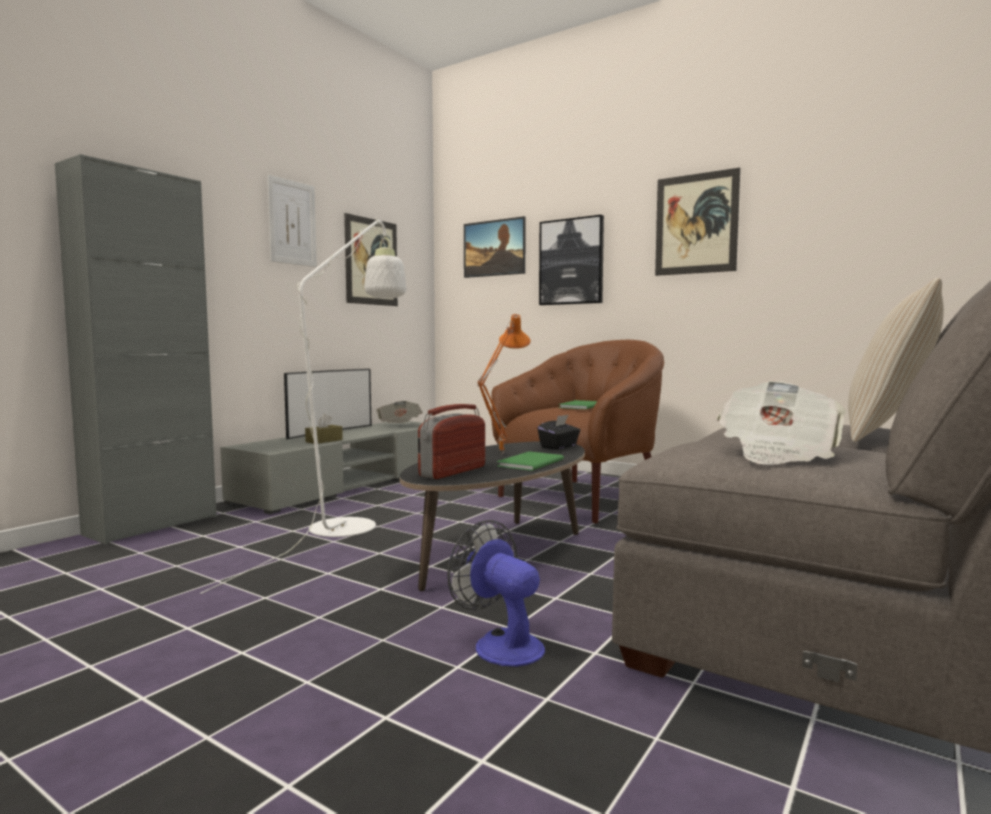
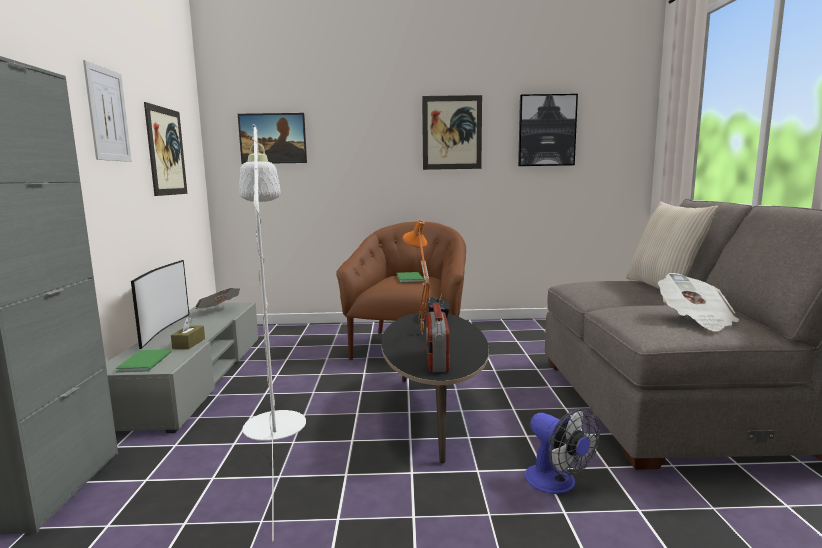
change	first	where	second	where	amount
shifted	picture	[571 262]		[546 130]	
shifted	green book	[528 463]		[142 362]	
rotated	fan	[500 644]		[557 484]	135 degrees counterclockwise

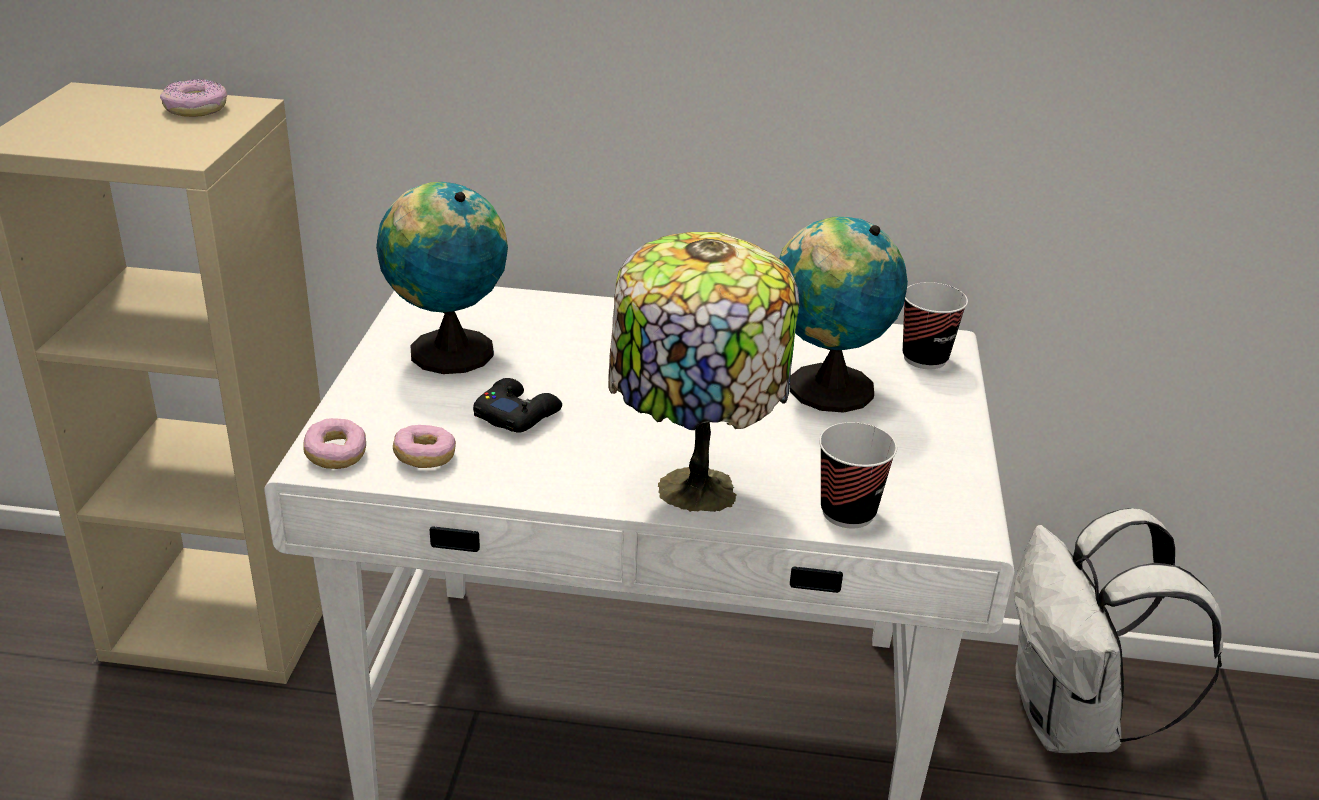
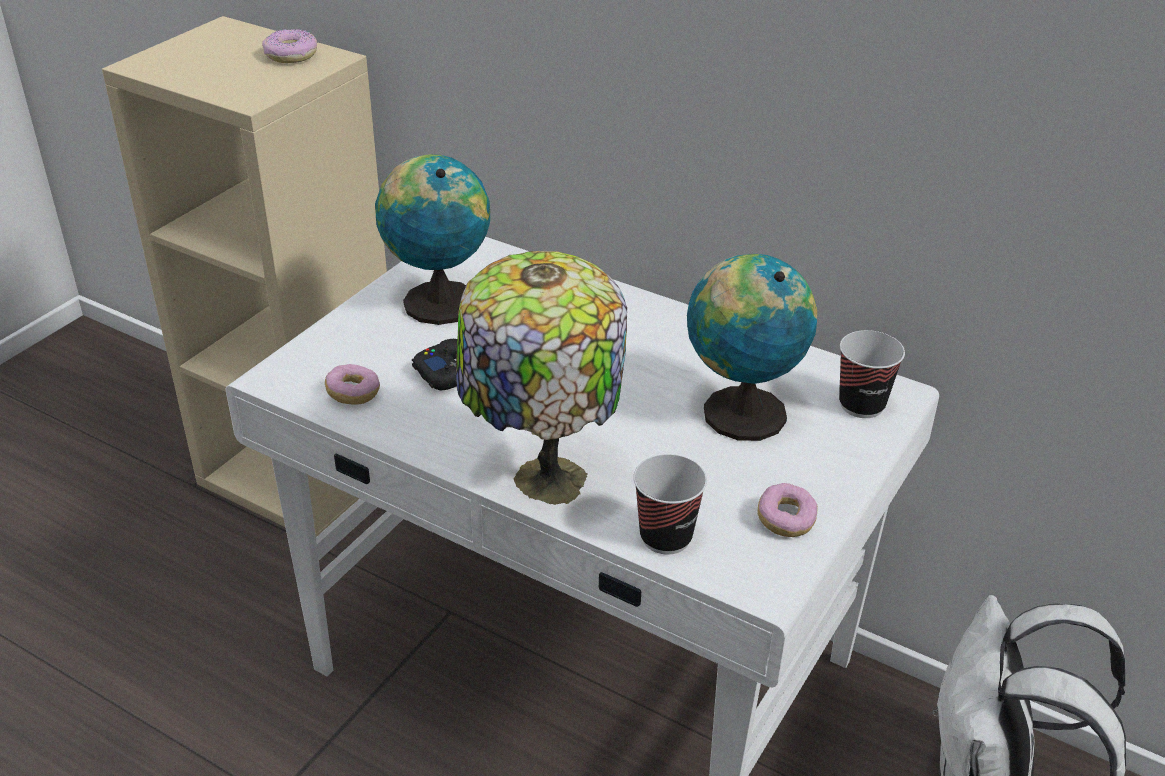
change	first	where	second	where	amount
shifted	donut	[336 455]		[785 520]	

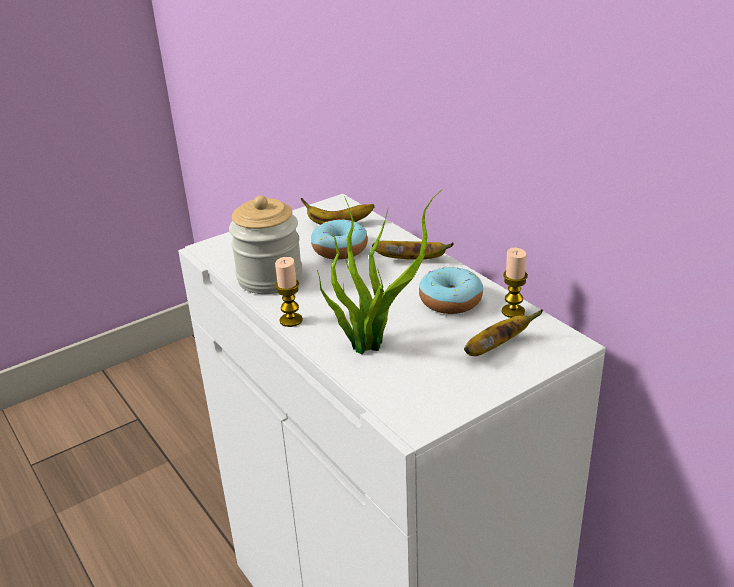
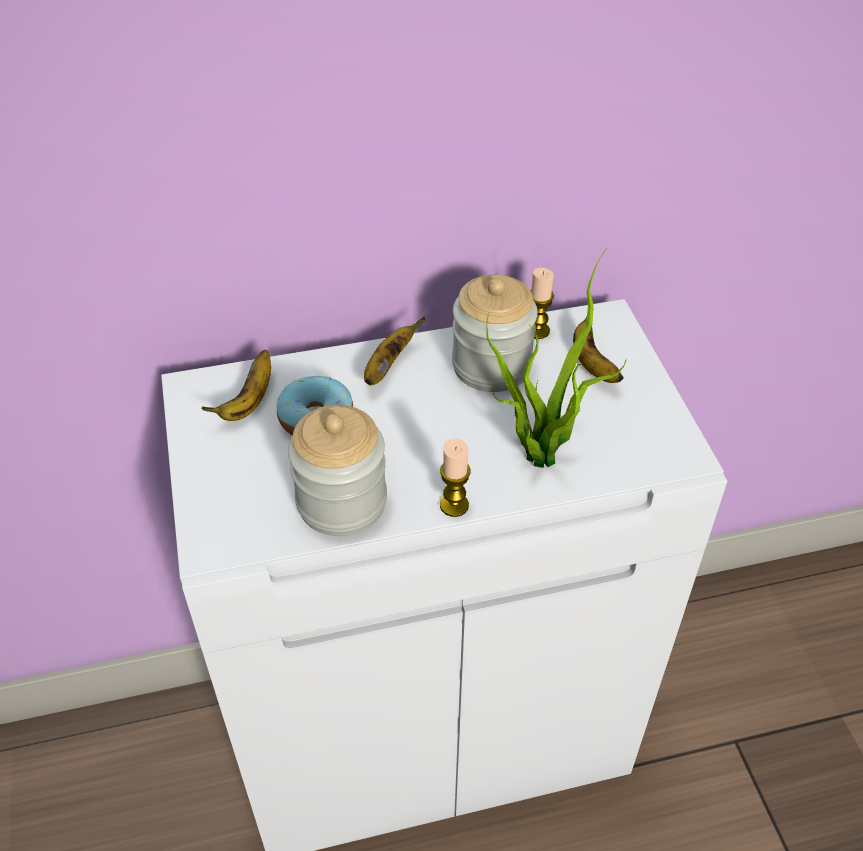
change	first	where	second	where	amount
swapped	donut	[450 301]	jar	[491 366]	

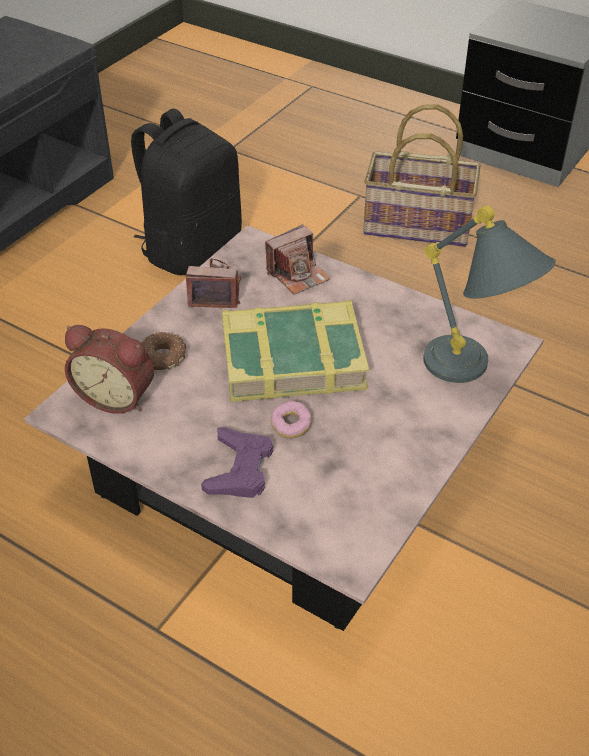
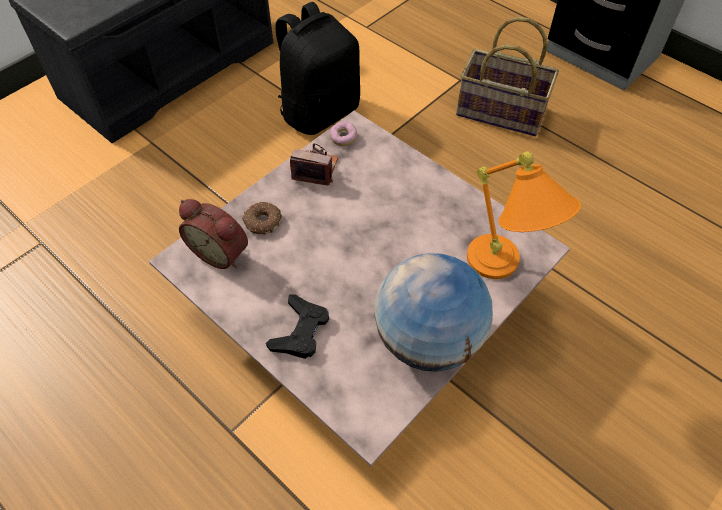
change	first	where	second	where	amount
repainted	grey table lamp	[473 373]	orange table lamp	[505 271]	
gone	photo camera	[298 274]			
gone	book	[292 358]			
shifted	donut	[291 426]		[343 138]	
repainted	purple game controller	[239 469]	black game controller	[300 331]	
new			globe	[428 340]	

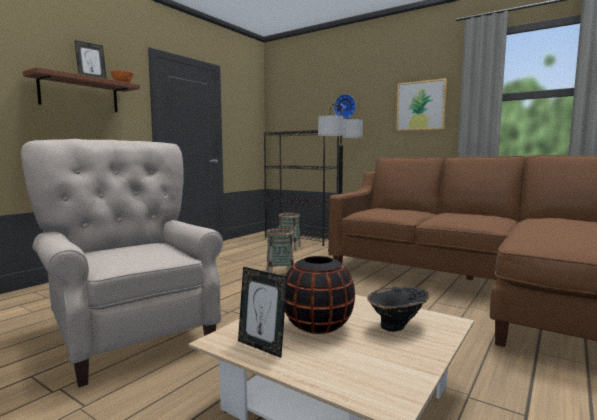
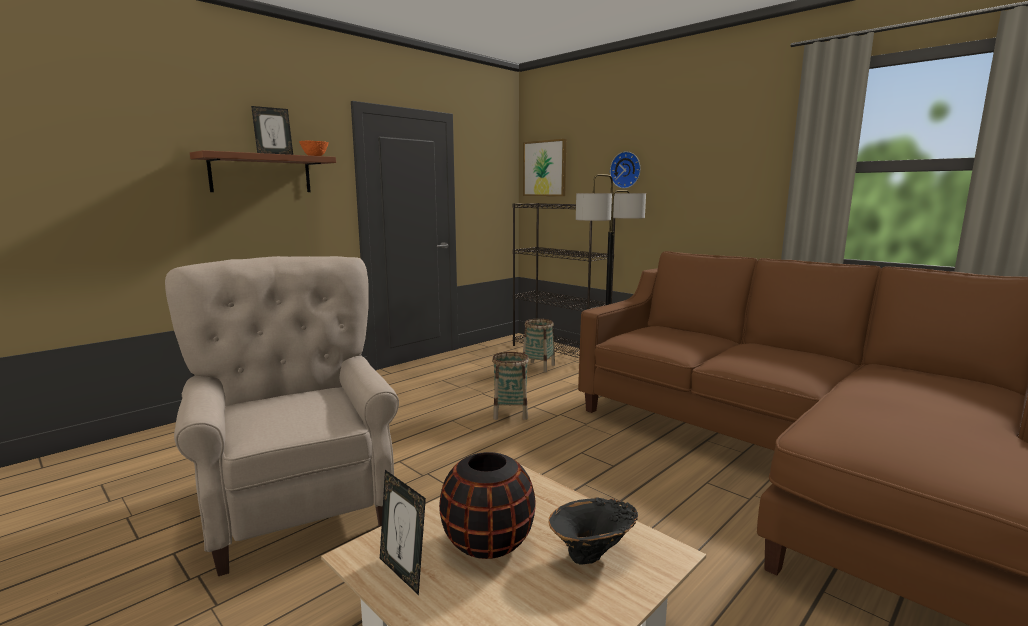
change	first	where	second	where	amount
shifted	picture	[421 106]		[545 168]	

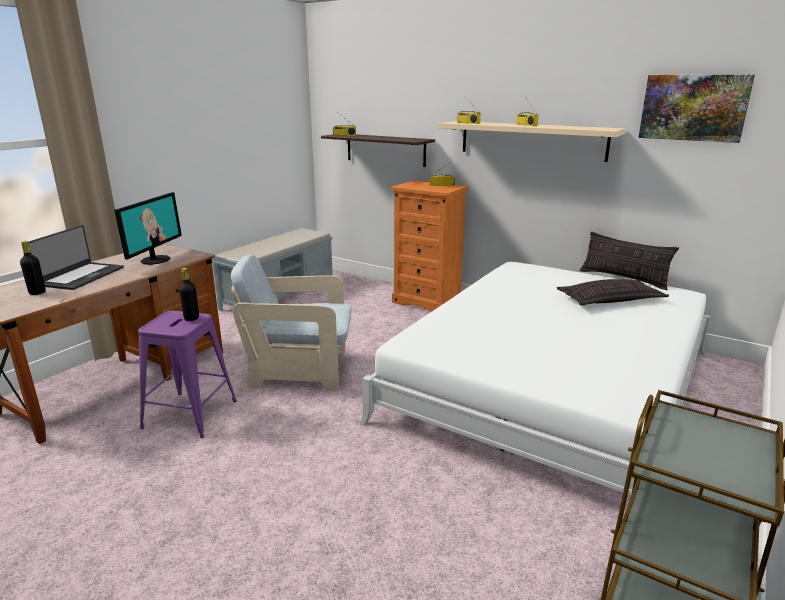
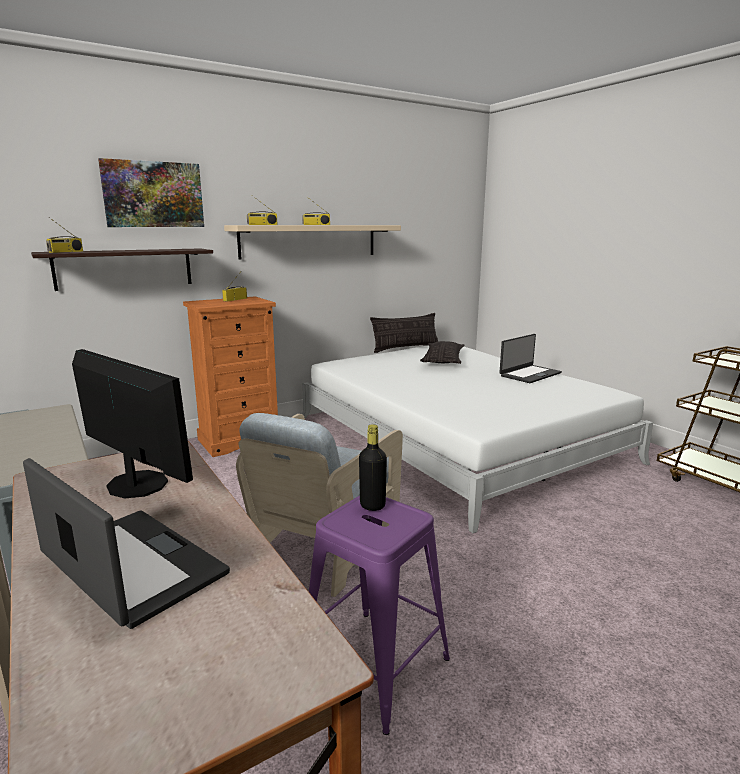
change	first	where	second	where	amount
shifted	picture	[693 107]		[153 194]	
gone	black bottle	[37 292]			
new			laptop	[529 374]	

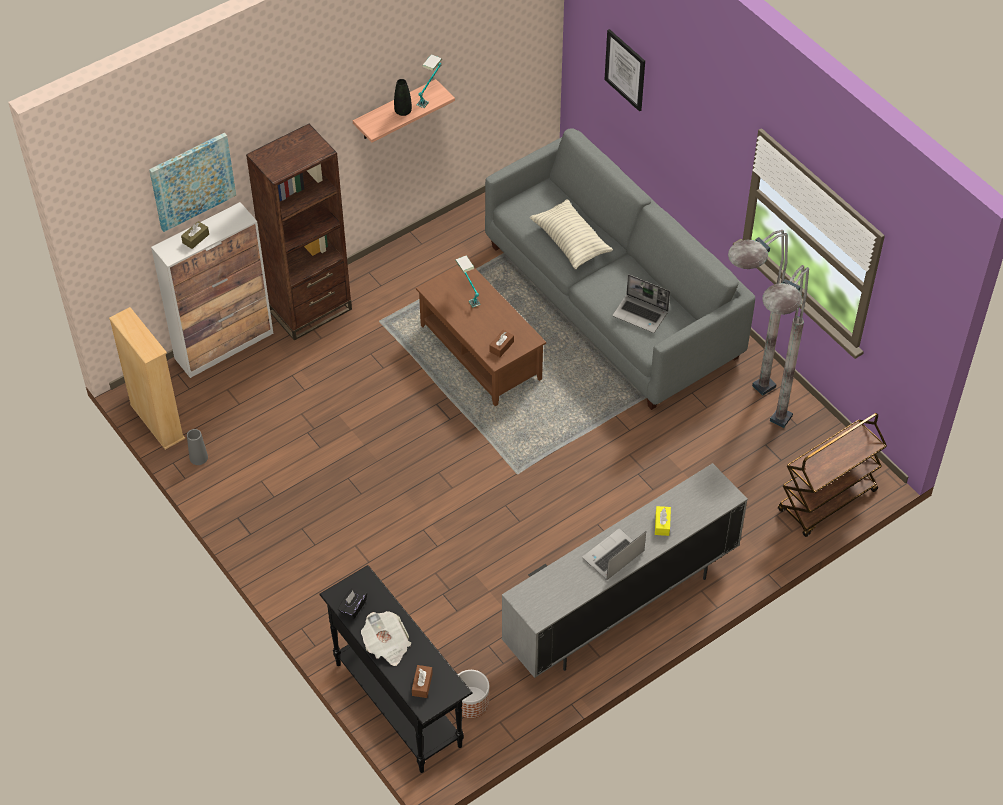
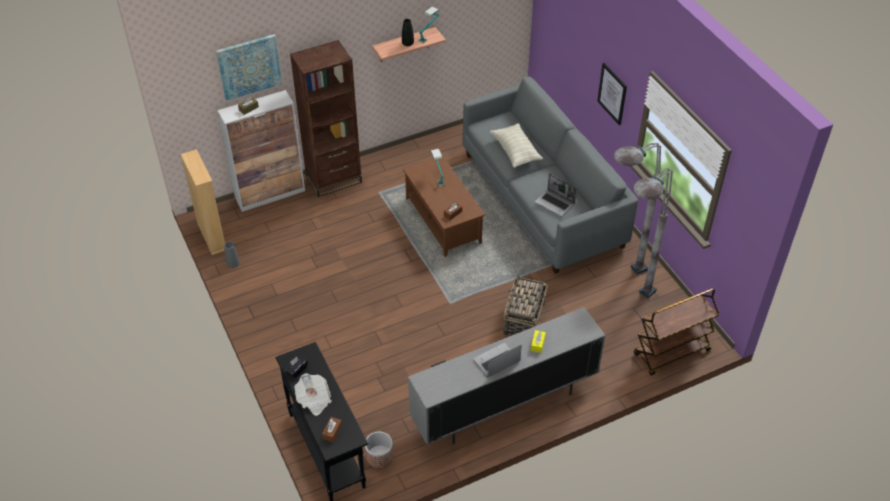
change	first	where	second	where	amount
shifted	picture	[625 69]		[612 93]	
new			basket	[523 319]	

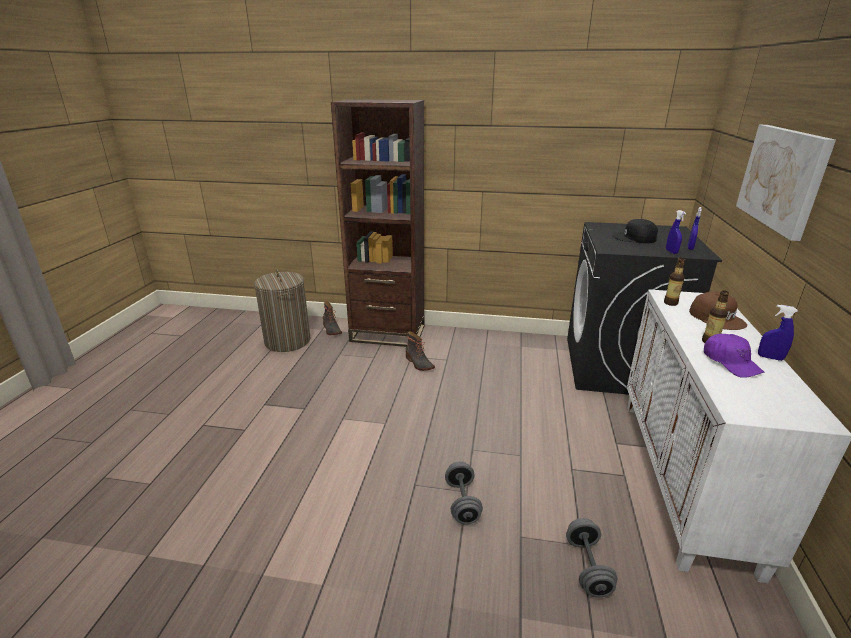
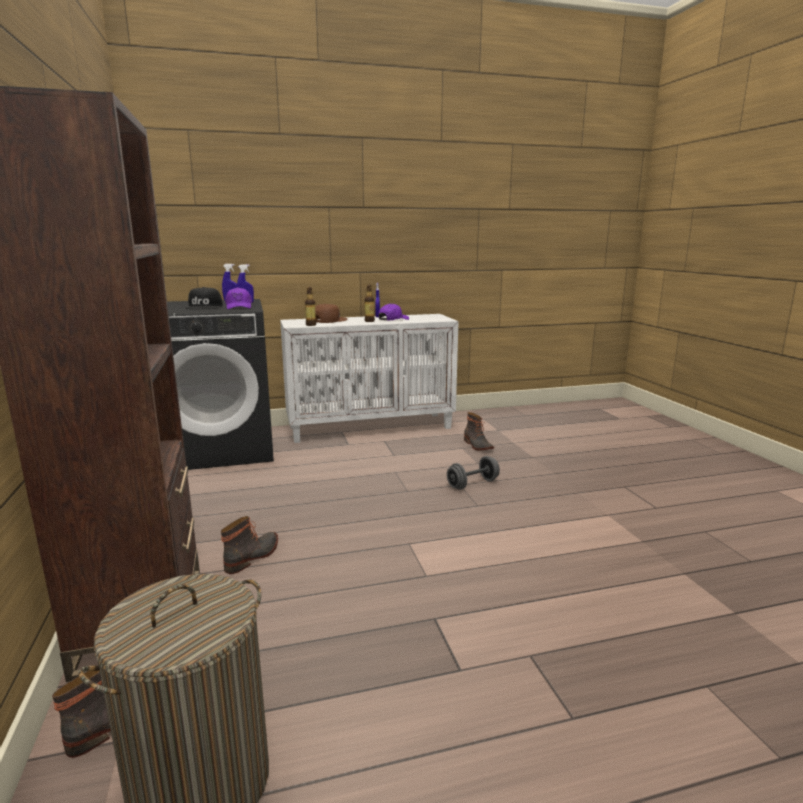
change	first	where	second	where	amount
gone	picture	[782 178]			
swapped	grey dumbbell	[587 567]	boot	[477 445]	
new			purple cap	[239 307]	

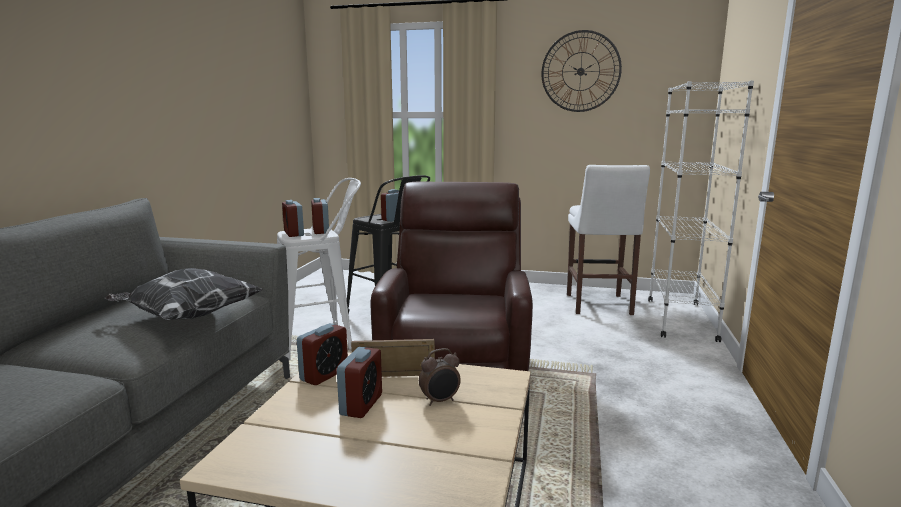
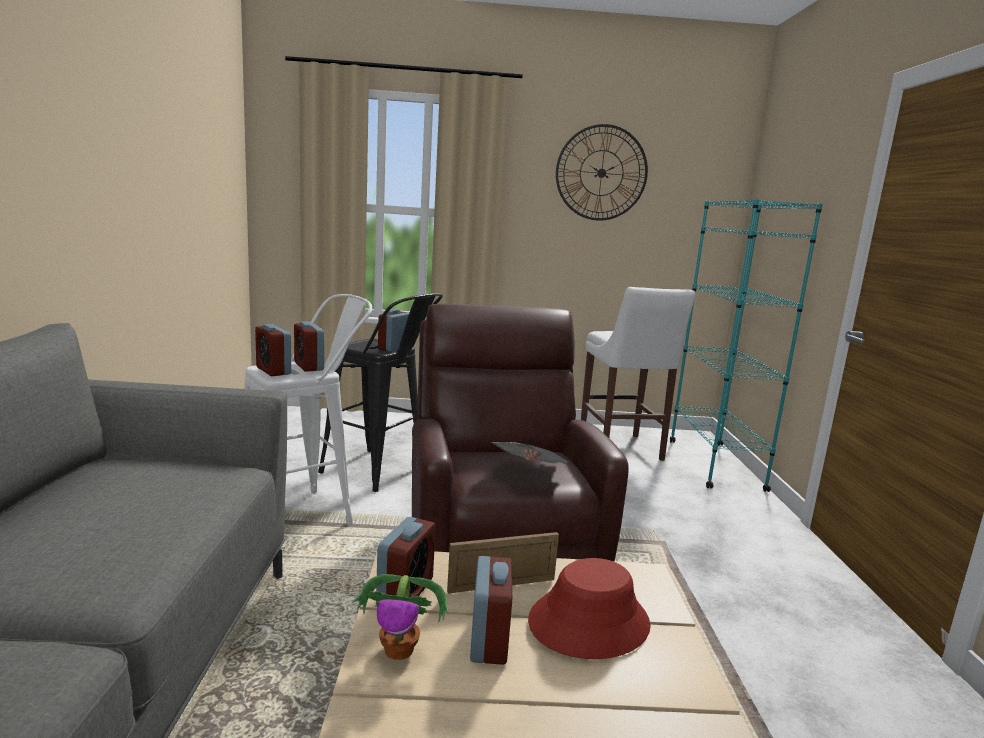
change	first	where	second	where	amount
repainted	white bookcase	[680 319]	turquoise bookcase	[714 464]	
gone	pillow	[188 317]			
swapped	alarm clock	[440 401]	red hat	[589 622]	
new			newspaper	[529 473]	
new			potted plant	[400 650]	

